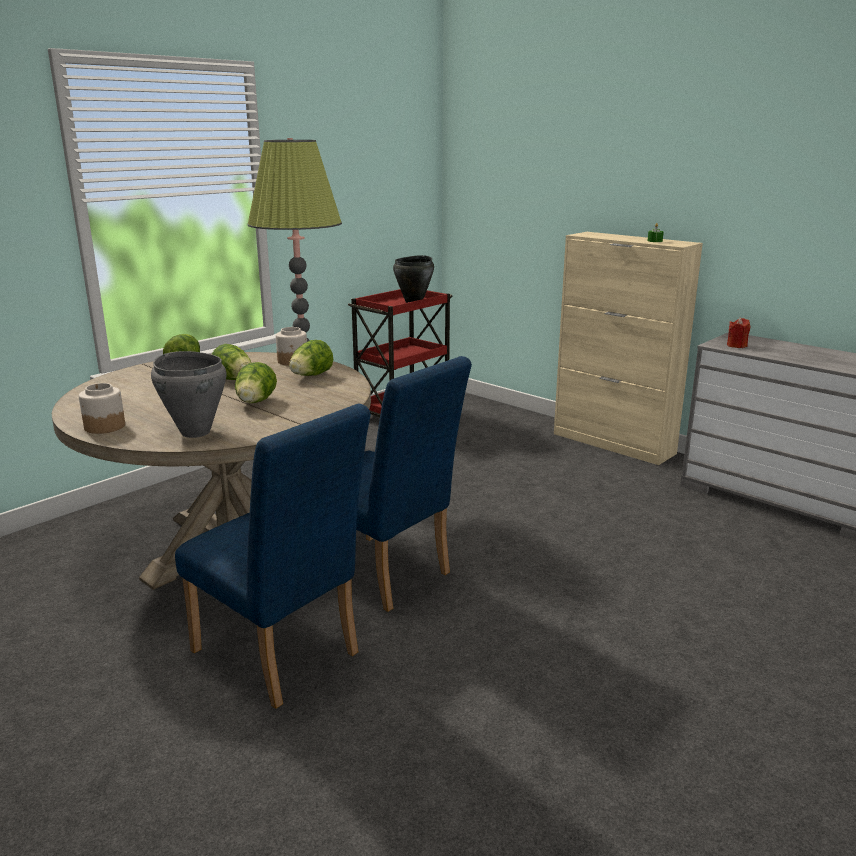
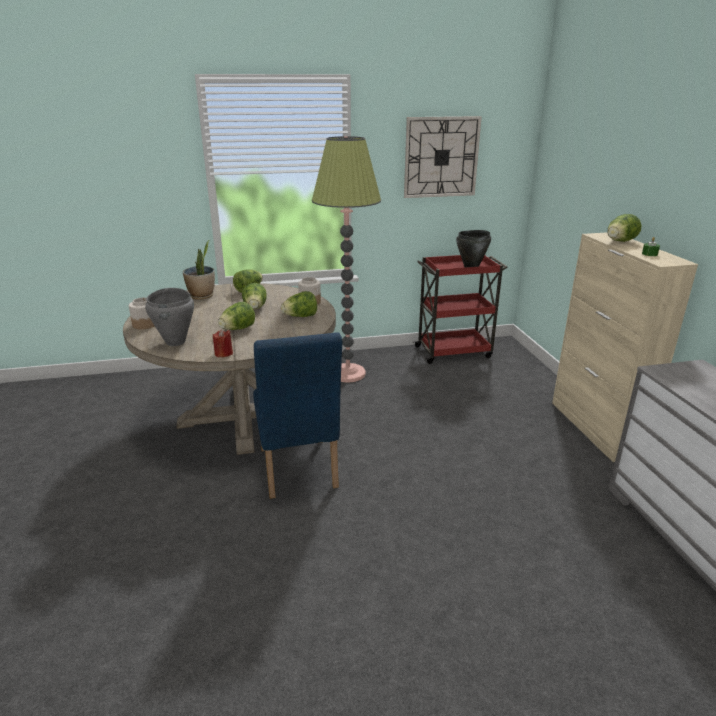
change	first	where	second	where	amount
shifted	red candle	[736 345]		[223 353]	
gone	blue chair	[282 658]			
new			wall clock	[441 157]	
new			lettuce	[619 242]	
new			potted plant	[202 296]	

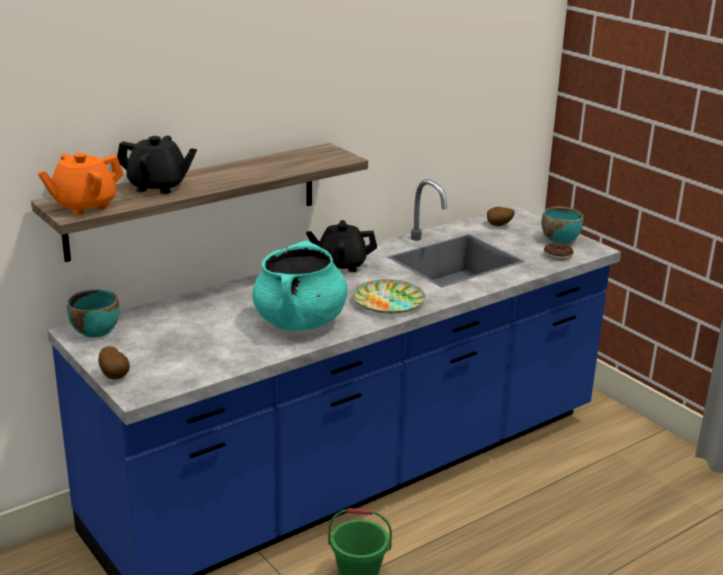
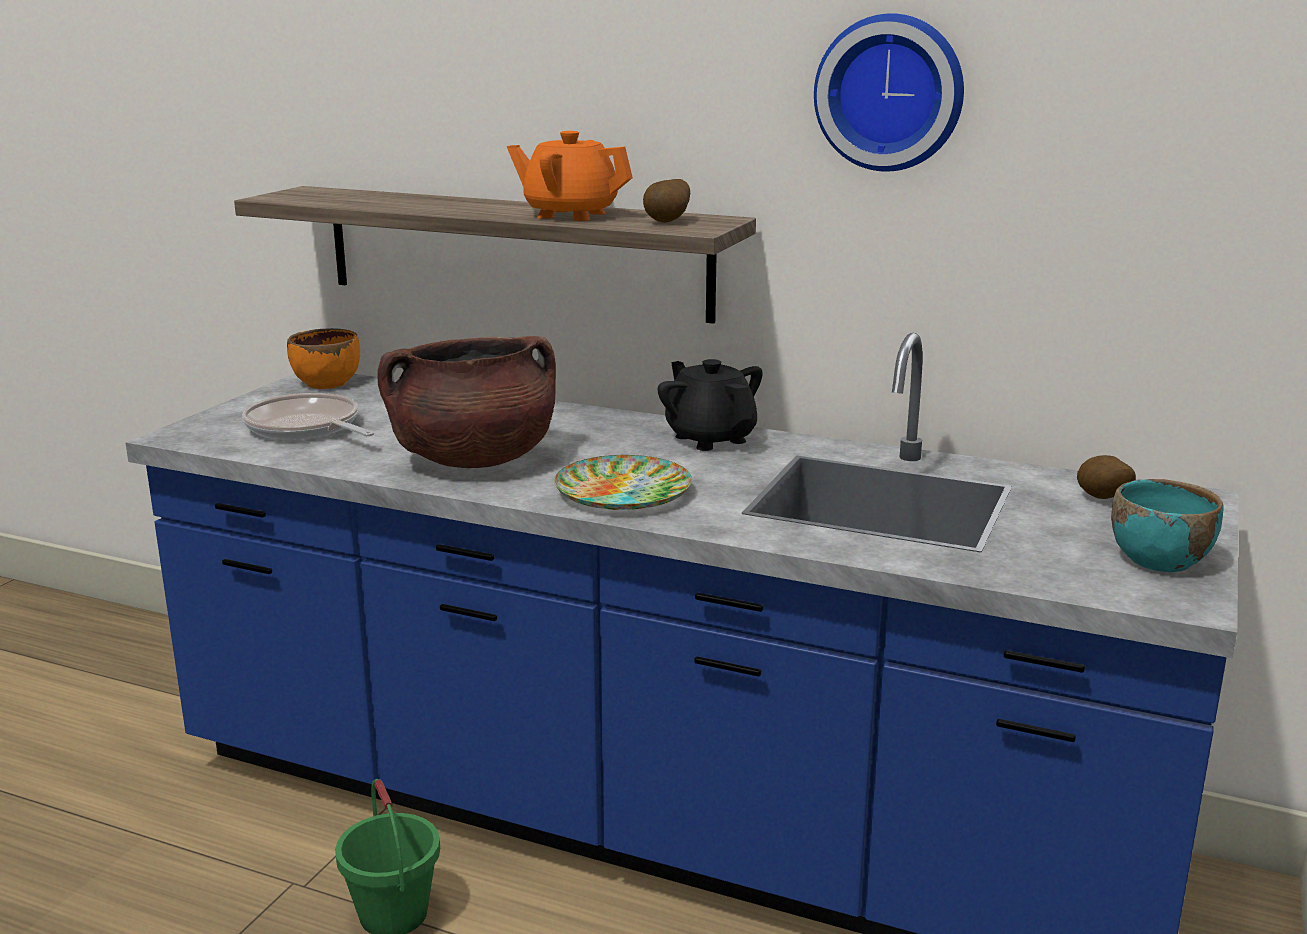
change	first	where	second	where	amount
gone	black teapot	[158 187]			
shifted	orange teapot	[84 206]		[570 215]	
repainted	turquoise cooking pot	[300 322]	brown cooking pot	[474 460]	
gone	donut	[558 256]			
repainted	turquoise bowl	[96 330]	orange bowl	[327 383]	
shifted	potato	[115 376]		[668 222]	
new			wall clock	[890 92]	
new			frying pan	[306 428]	

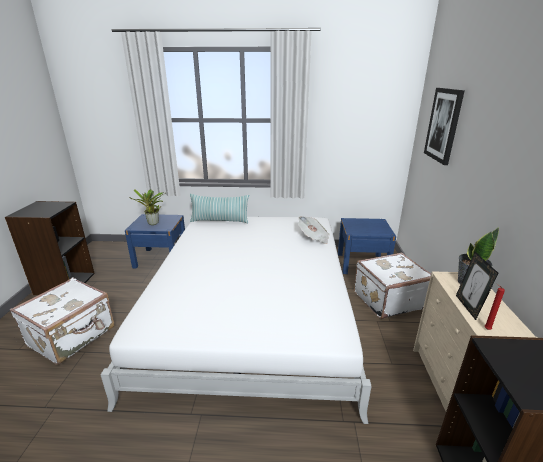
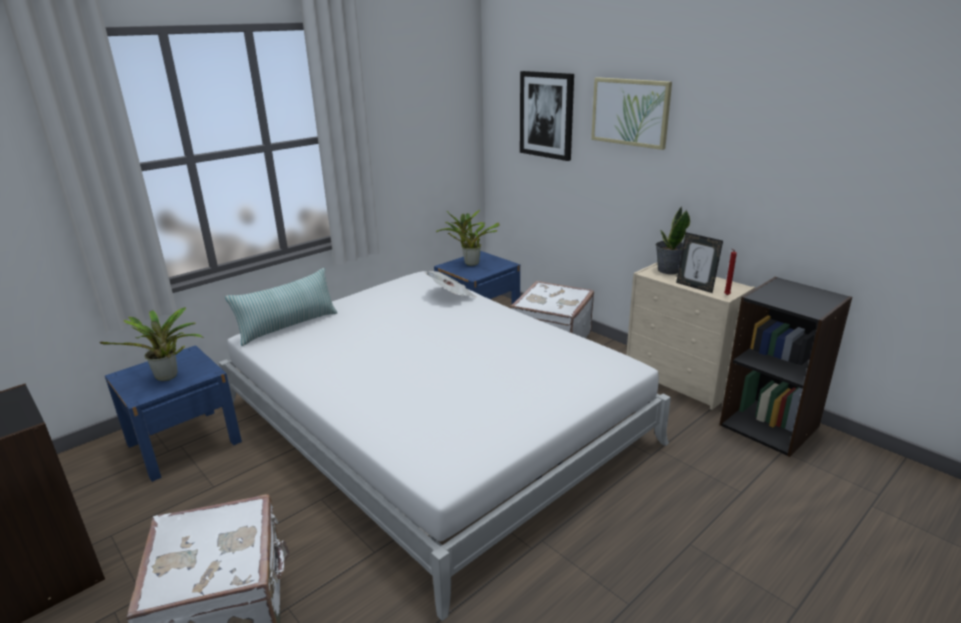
change	first	where	second	where	amount
new			picture	[630 112]	
new			potted plant	[469 263]	

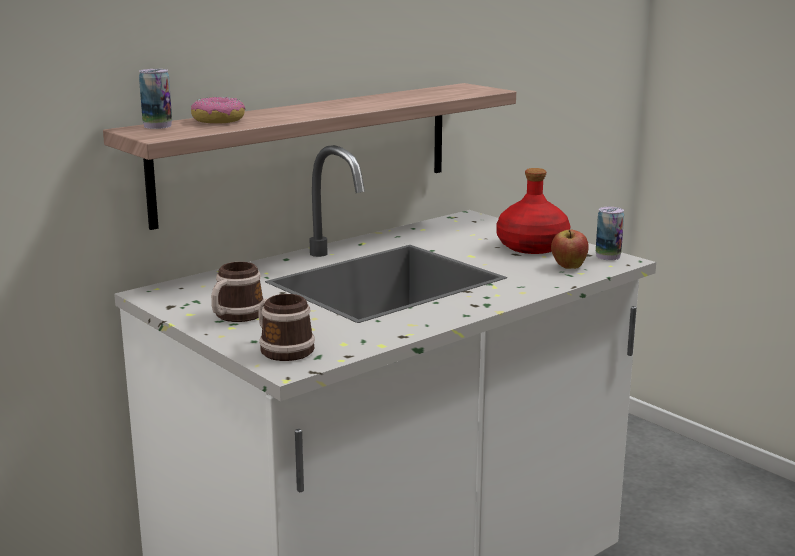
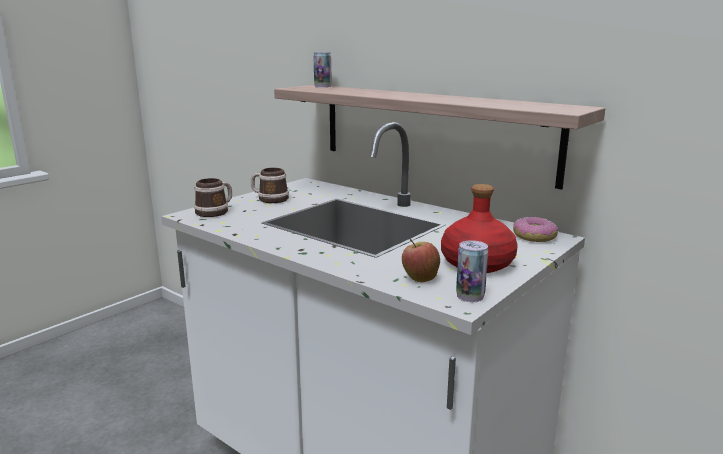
change	first	where	second	where	amount
shifted	donut	[218 120]		[534 237]	

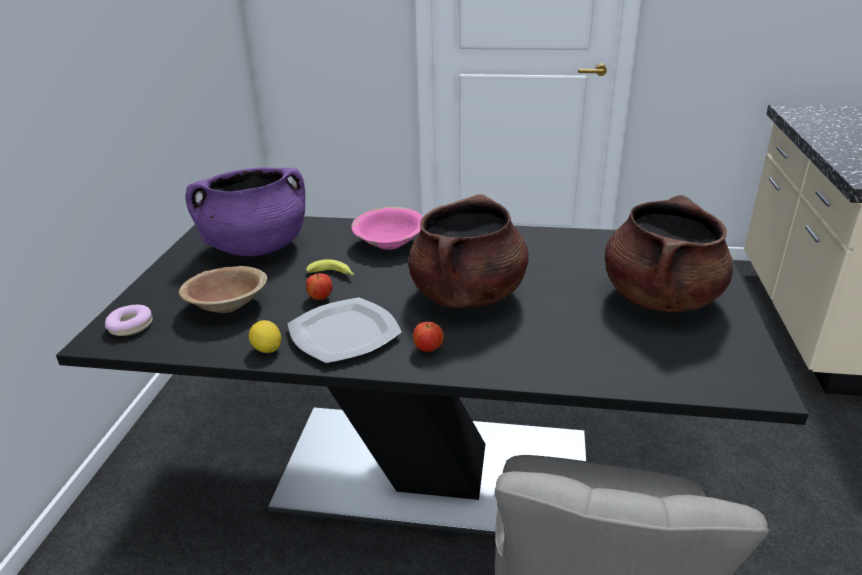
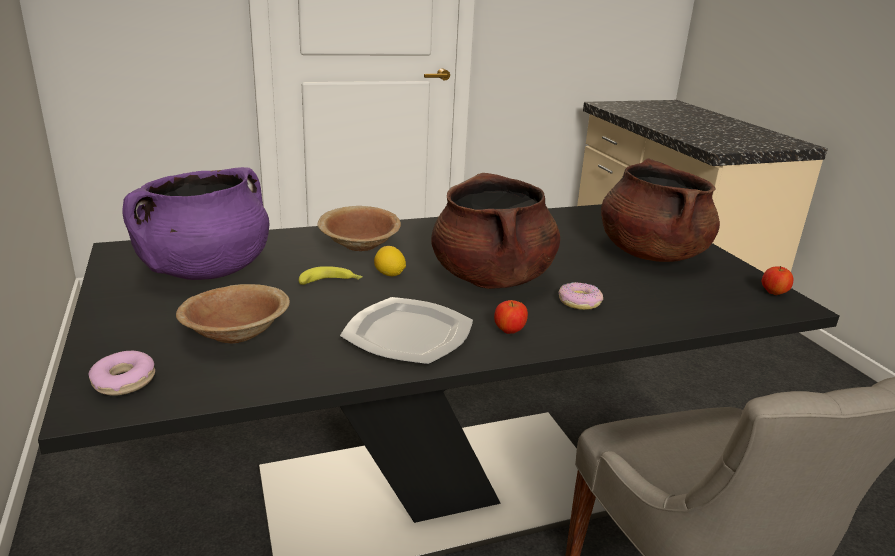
change	first	where	second	where	amount
repainted	pink bowl	[389 243]	brown bowl	[359 245]	
shifted	apple	[320 298]		[773 293]	
shifted	lemon	[267 349]		[389 275]	
new			donut	[579 302]	

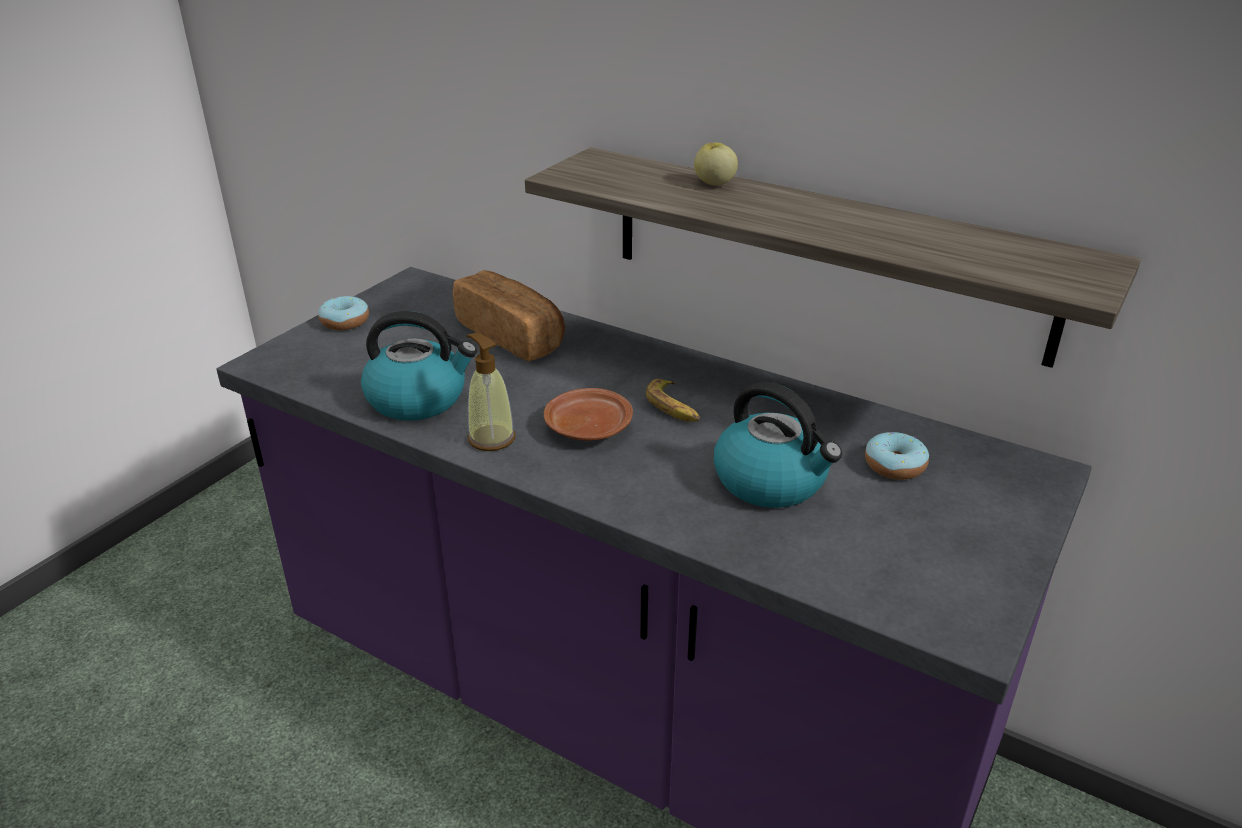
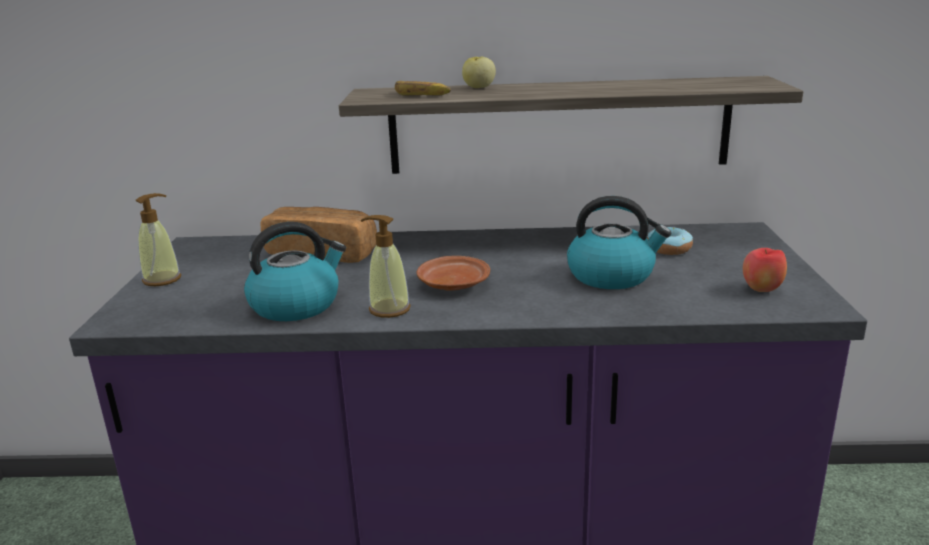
change	first	where	second	where	amount
swapped	donut	[345 322]	soap dispenser	[162 279]	
shifted	banana	[673 407]		[422 94]	
new			apple	[761 290]	

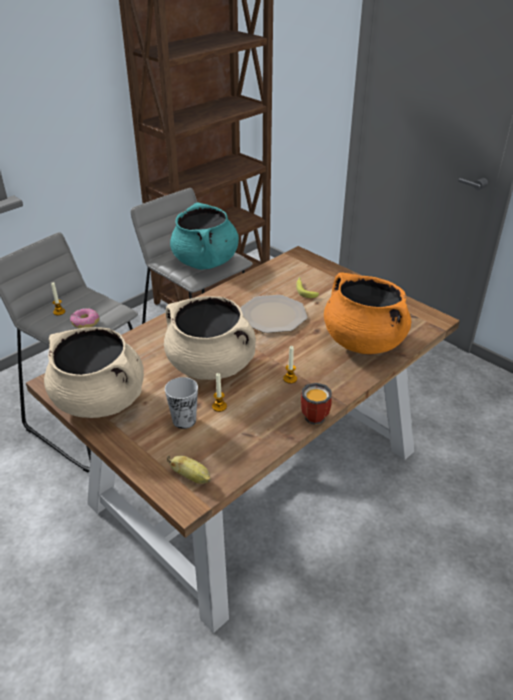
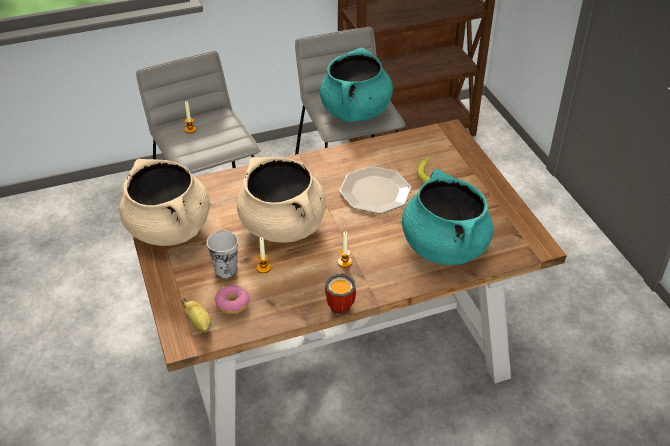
change	first	where	second	where	amount
repainted	orange cooking pot	[363 341]	turquoise cooking pot	[444 246]	
shifted	donut	[85 323]		[232 304]	

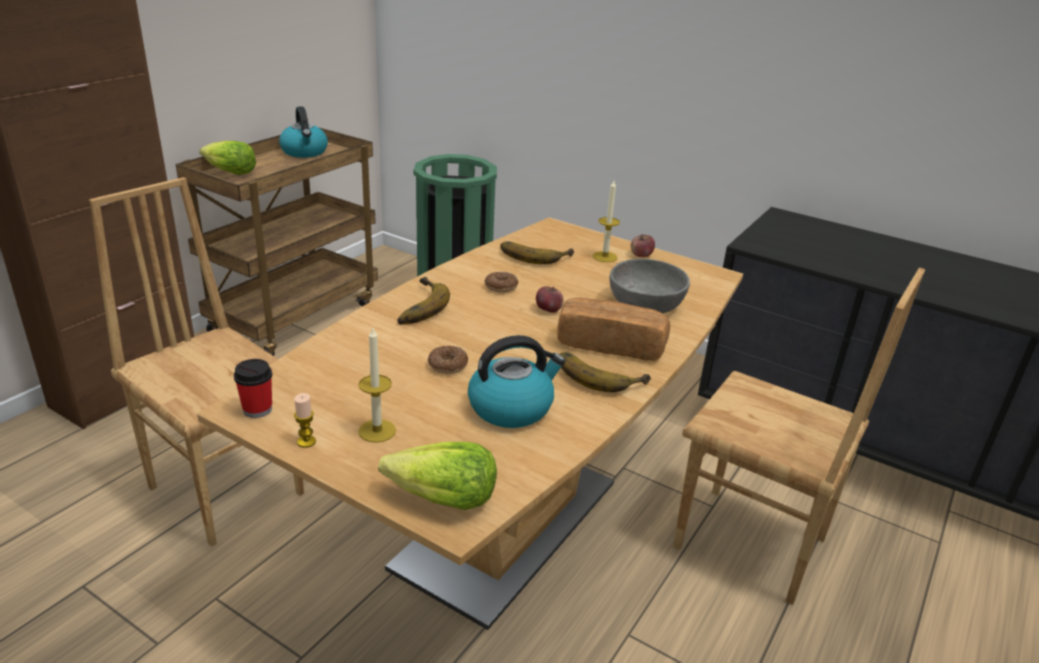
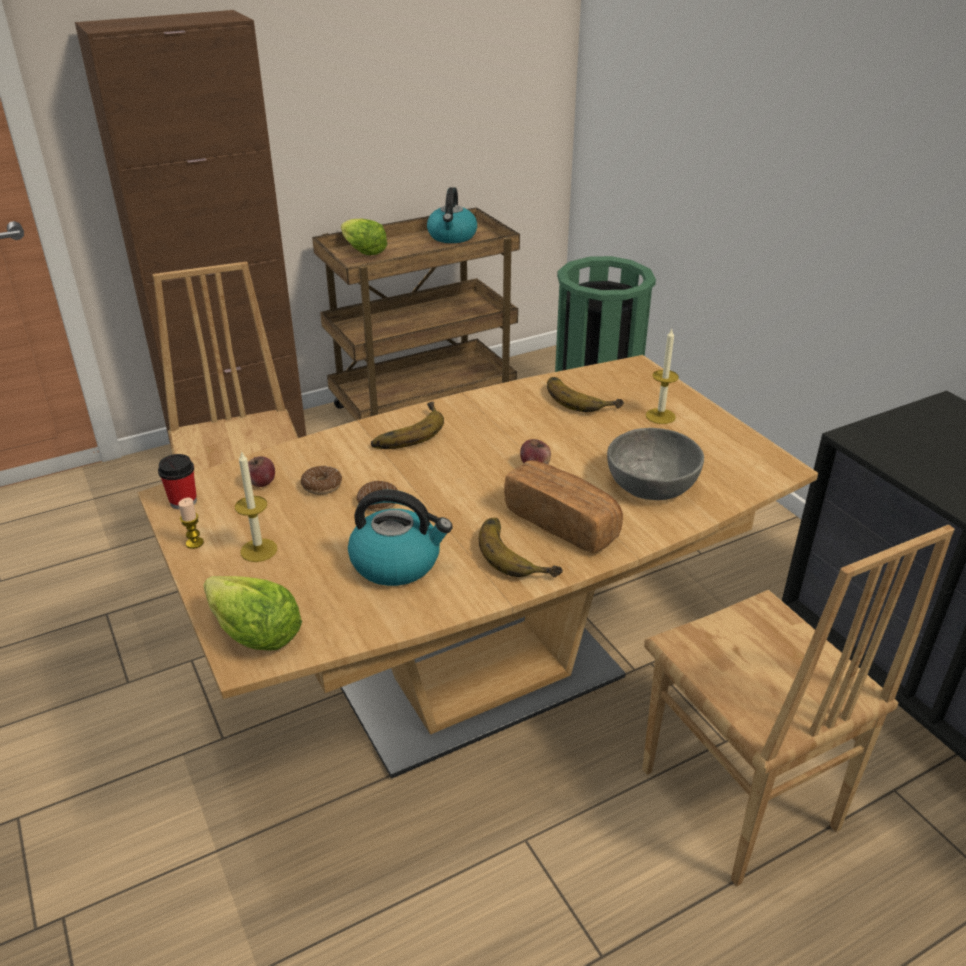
change	first	where	second	where	amount
shifted	apple	[641 255]		[261 483]	
shifted	donut	[501 287]		[322 486]	

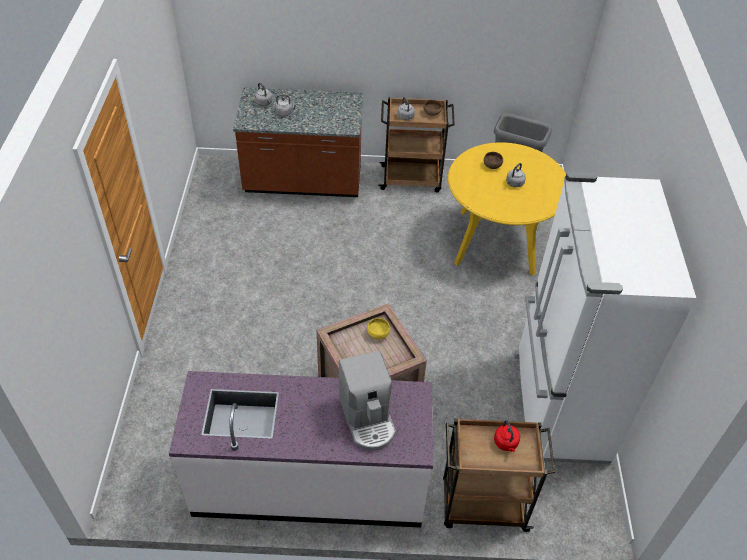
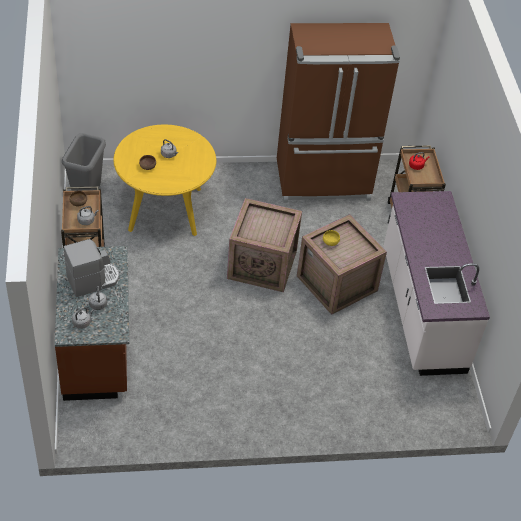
change	first	where	second	where	amount
repainted	white fridge	[557 407]	brown fridge	[324 183]	
shifted	coffee machine	[368 419]		[93 280]	
new			crate	[263 264]	

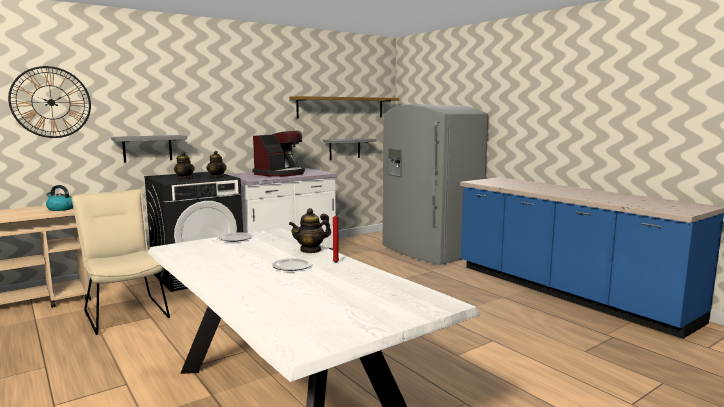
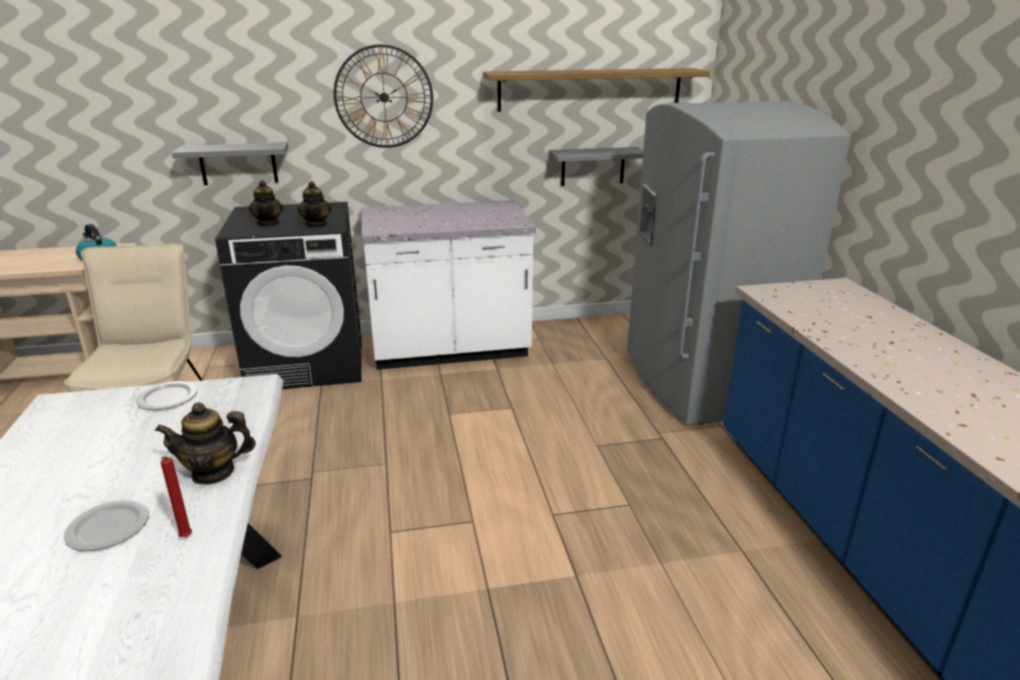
change	first	where	second	where	amount
shifted	wall clock	[51 102]		[384 97]	
gone	coffee machine	[280 174]			

